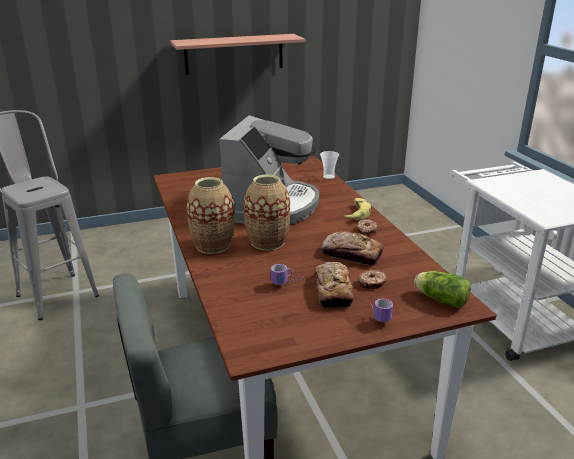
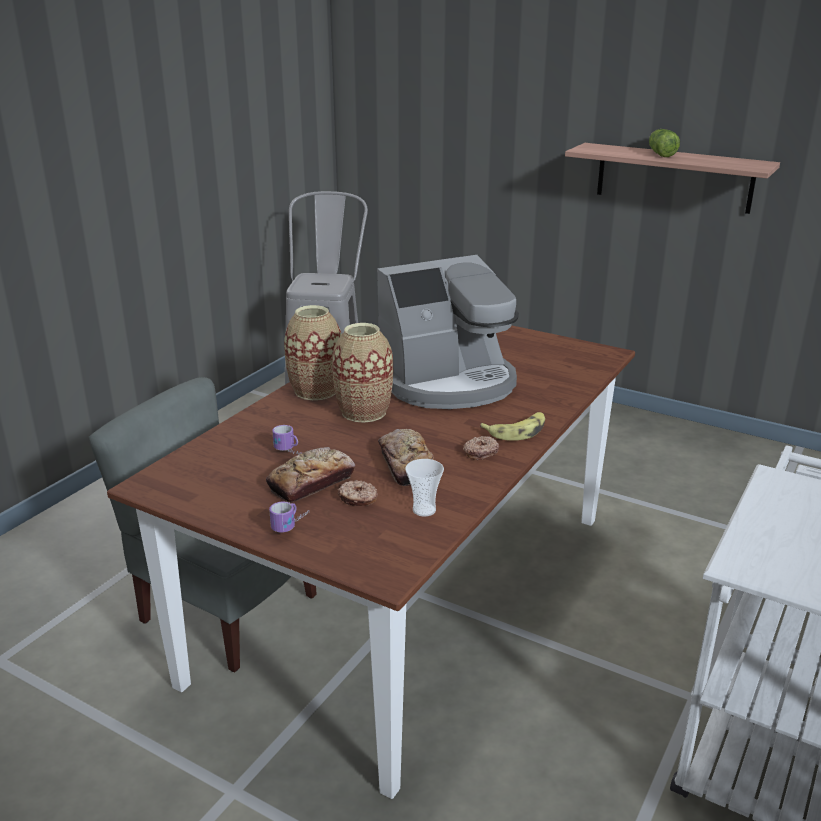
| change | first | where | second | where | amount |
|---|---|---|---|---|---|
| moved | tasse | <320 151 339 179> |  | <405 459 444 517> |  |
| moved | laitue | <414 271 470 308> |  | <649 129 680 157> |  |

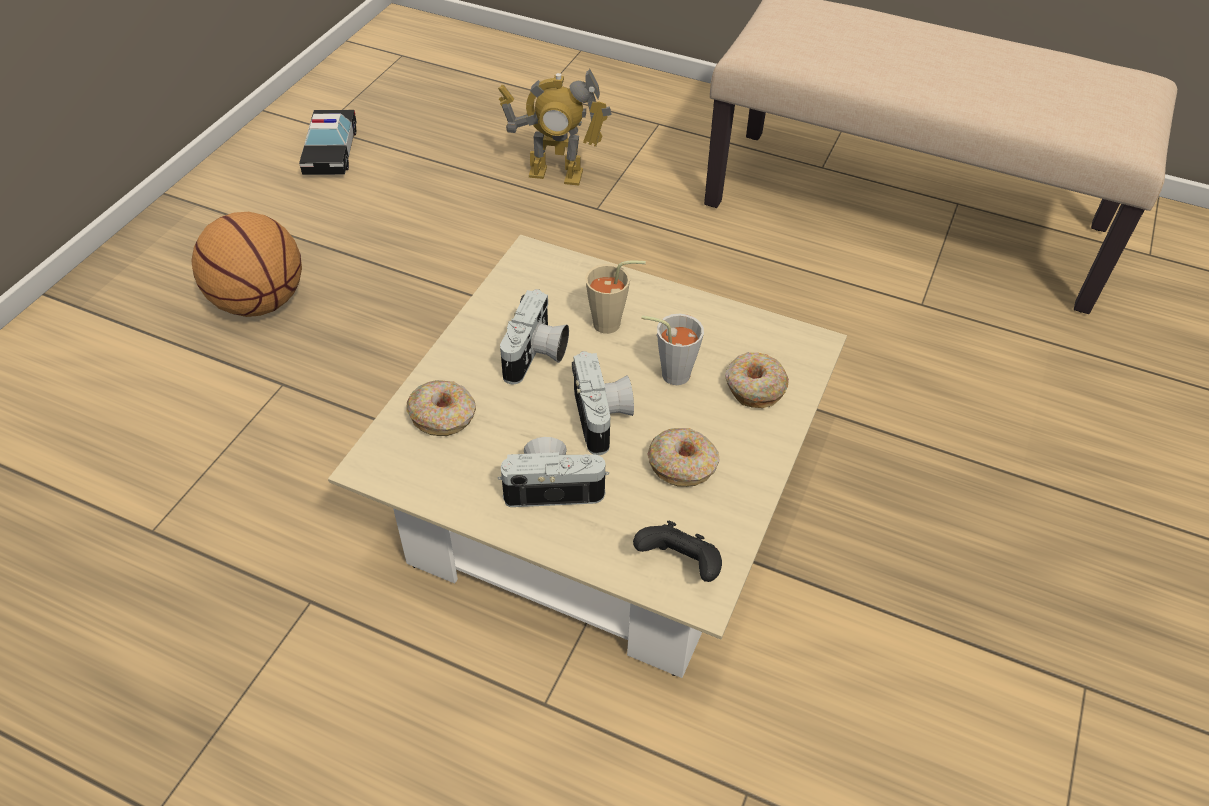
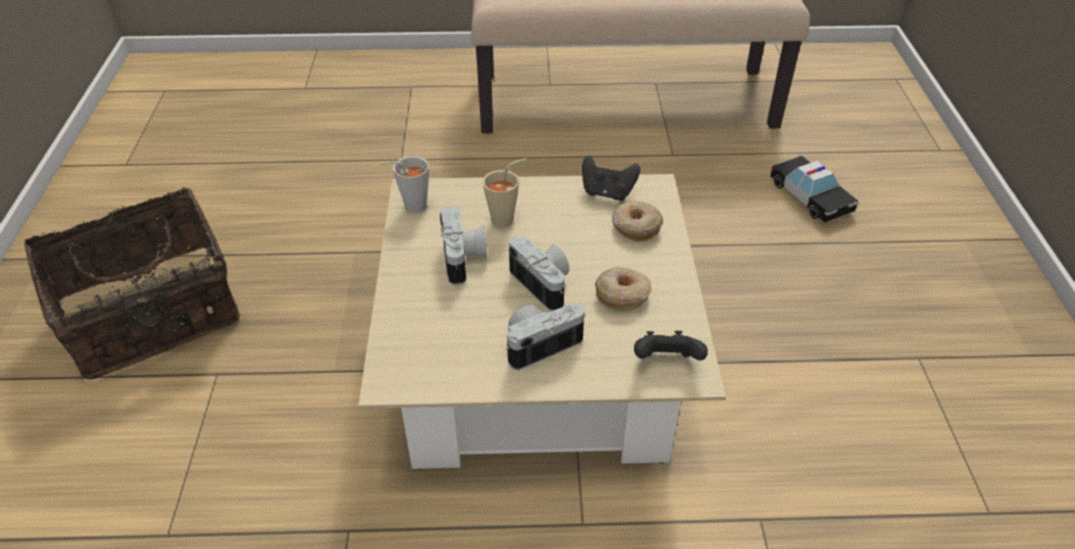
| change | first | where | second | where | amount |
|---|---|---|---|---|---|
| removed | robot jouet | <498 68 612 186> |  |  |  |
| moved | petite voiture | <299 110 357 175> |  | <770 156 858 223> |  |
| replaced | ballon de basket | <191 212 302 317> | panier | <24 187 240 380> |  |
| moved | tasse [gris] | <641 314 704 385> |  | <381 156 429 213> |  |
| removed | beignet | <406 380 476 436> |  |  |  |
| added |  |  | manette [noir] | <582 155 640 201> |  |

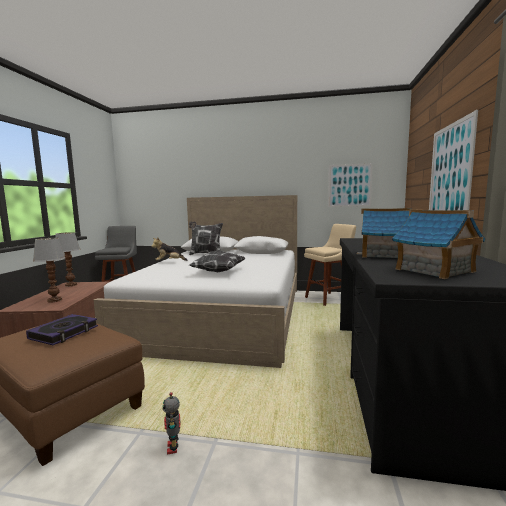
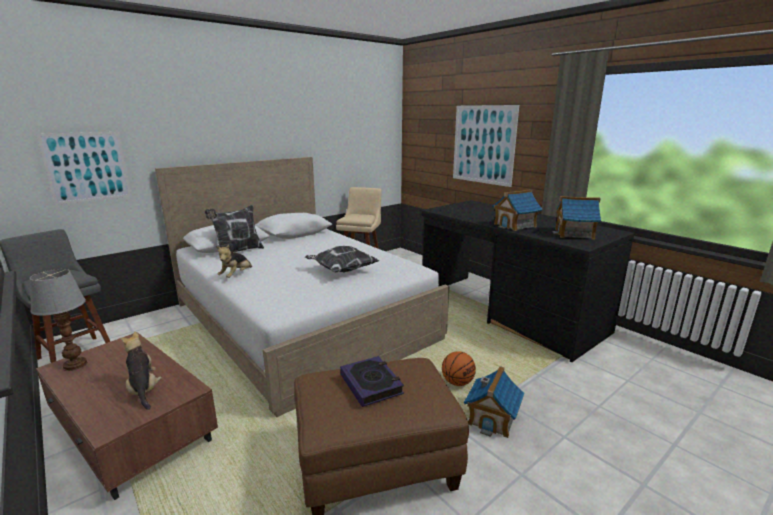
| change | first | where | second | where | amount |
|---|---|---|---|---|---|
| moved | tableau | <328 163 373 207> |  | <36 132 132 205> |  |
| replaced | lampe de table | <33 238 66 303> | peluche | <121 332 162 410> |  |
| replaced | robot jouet | <163 392 180 455> | maison miniature | <464 366 524 438> |  |
| added |  |  | ballon de basket | <442 351 476 386> |  |

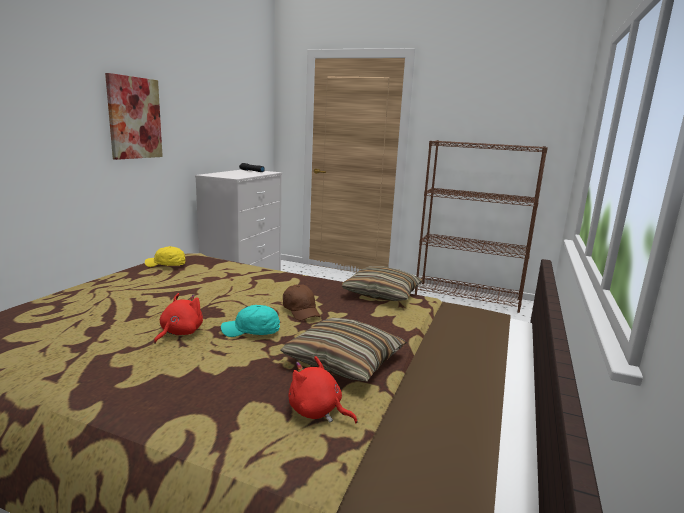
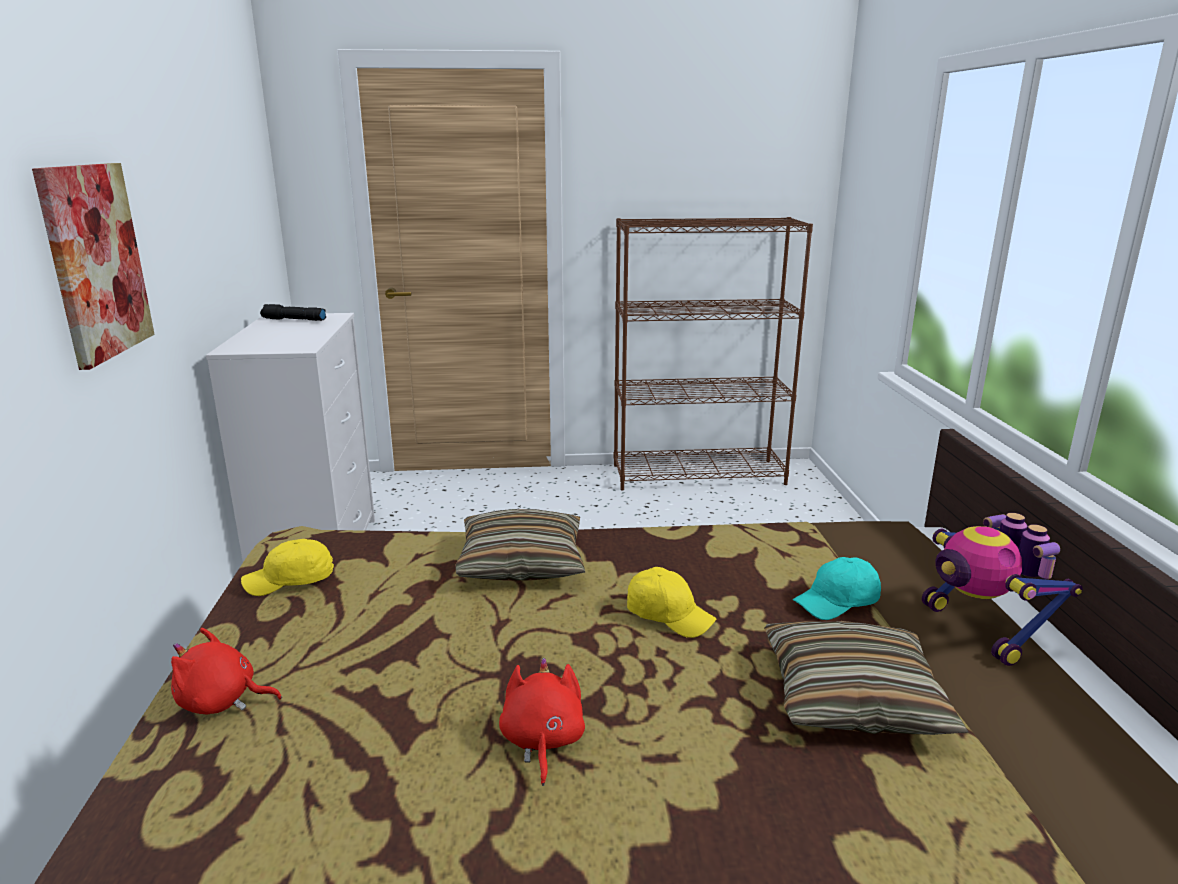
| change | first | where | second | where | amount |
|---|---|---|---|---|---|
| moved | coussin | <342 266 423 301> |  | <455 509 585 581> |  |
| recoloured | casquette [marron] | <283 285 321 321> | casquette [jaune] | <627 567 716 638> |  |
| moved | casquette [turquoise] | <221 305 280 337> |  | <793 557 881 620> |  |
| moved | peluche [rouge] | <288 356 357 423> |  | <171 628 282 714> |  |
| added |  |  | robot jouet | <922 513 1083 666> |  |

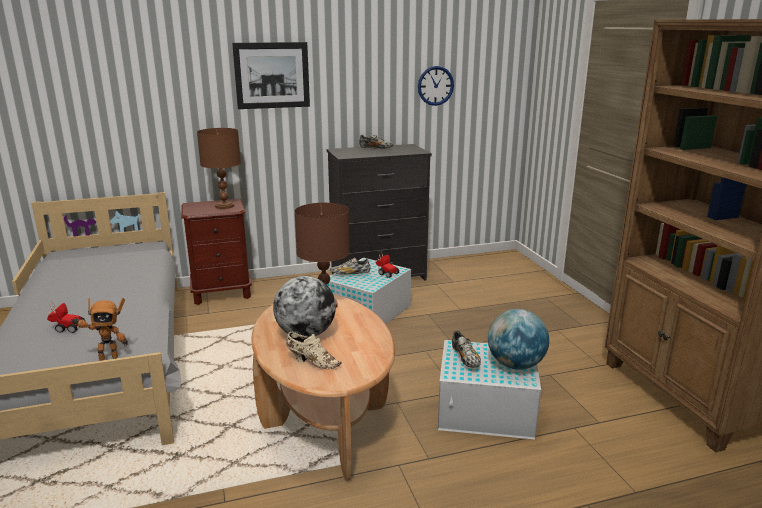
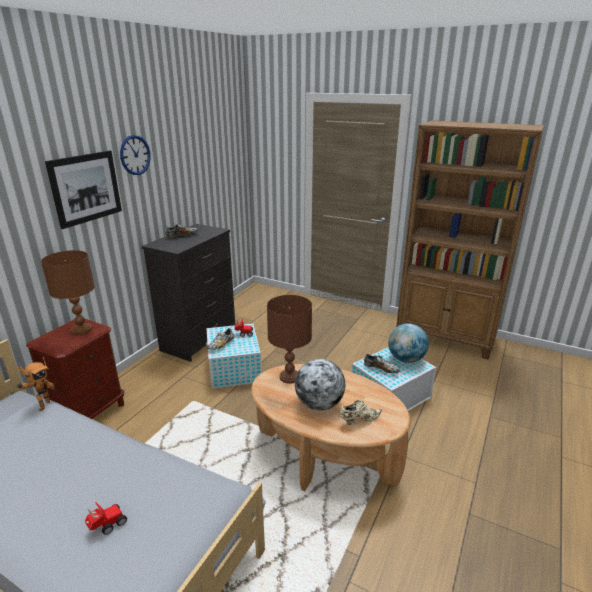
| change | first | where | second | where | amount |
|---|---|---|---|---|---|
| moved | horloge murale | <418 66 454 106> |  | <120 135 151 175> |  |
| moved | robot jouet | <71 298 128 361> |  | <17 357 55 411> |  |

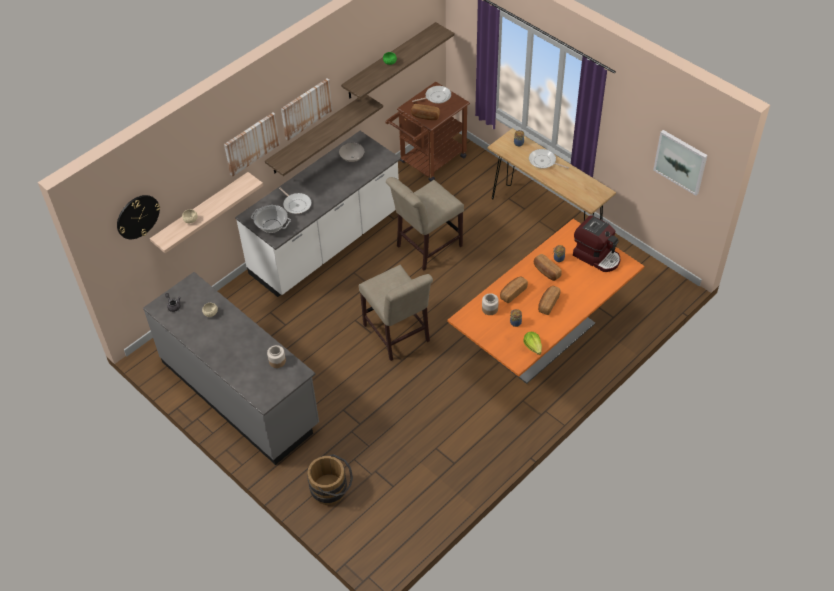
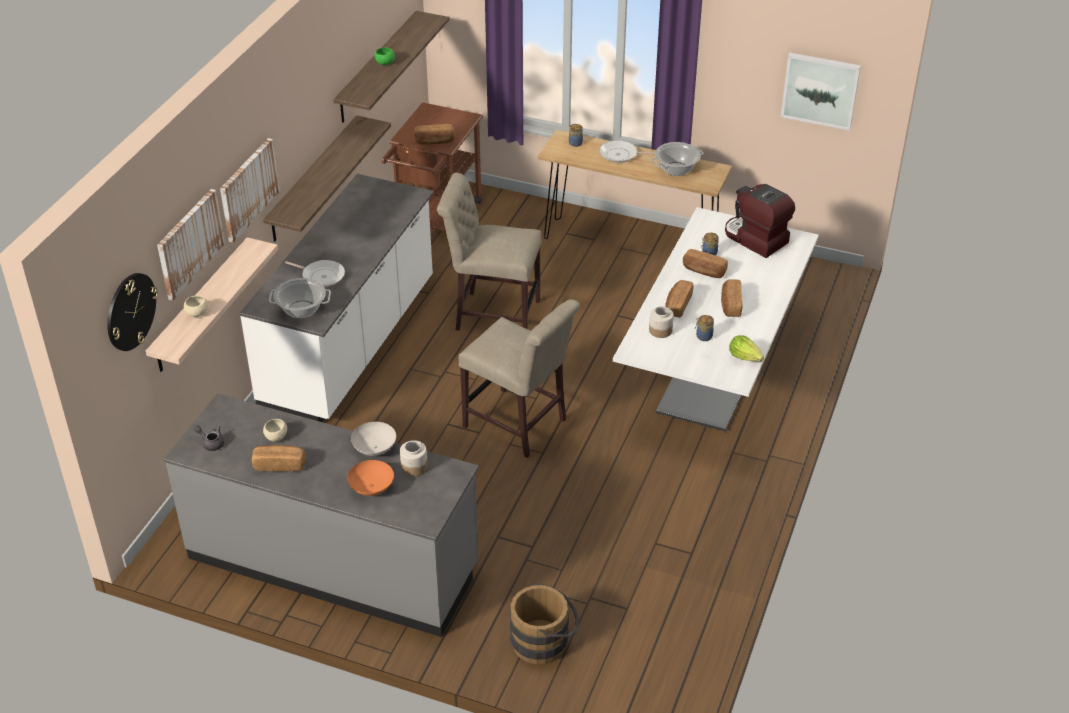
| change | first | where | second | where | amount |
|---|---|---|---|---|---|
| moved | tableau | <281 79 333 141> |  | <157 189 225 301> |  |
| removed | poêle | <412 86 451 104> |  |  |  |
| moved | bol [blanc] | <339 143 364 162> |  | <351 422 396 456> |  |
| turned | chaise [beige] | <386 177 464 270> |  | <437 173 542 331> | 75 degrees clockwise |
| turned | machine à café | <573 215 620 272> |  | <725 184 795 258> | 150 degrees counterclockwise |
| recoloured | table à manger [orange] | <447 219 644 384> | table à manger [blanc] | <613 207 819 431> |  |
| added |  |  | marmite | <652 142 703 176> |  |
| added |  |  | pain | <252 445 306 471> |  |
| added |  |  | bol [orange] | <347 460 394 496> |  |

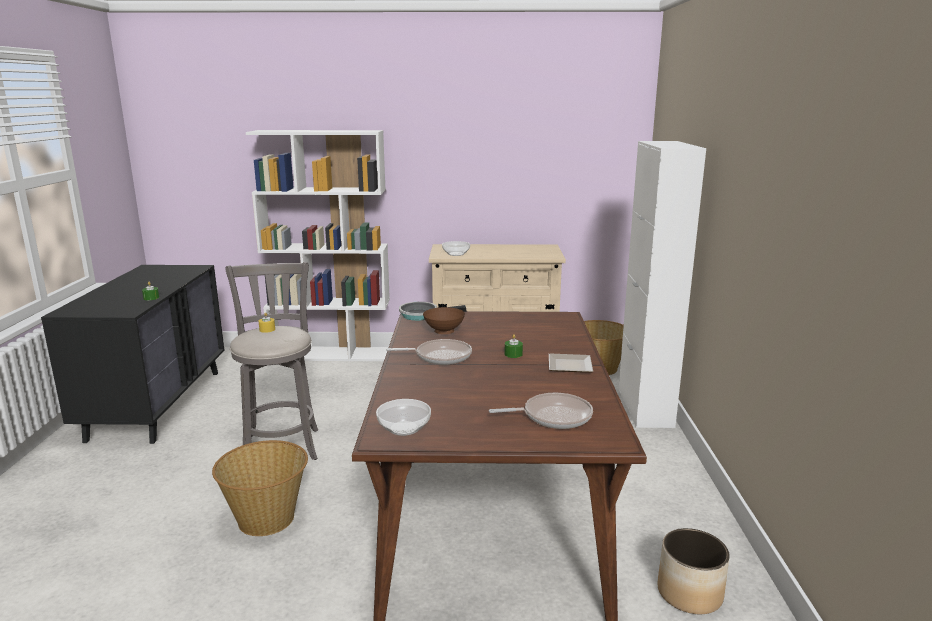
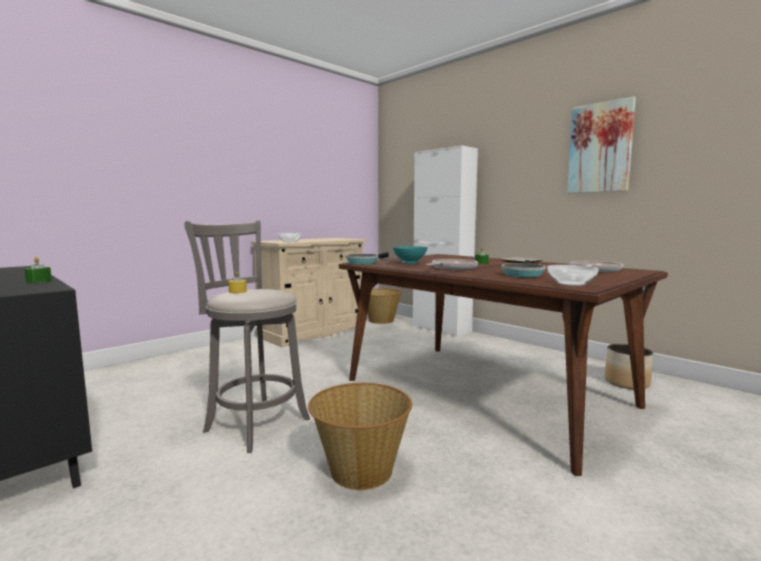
| change | first | where | second | where | amount |
|---|---|---|---|---|---|
| removed | bibliothèque [blanc] | <246 130 390 361> |  |  |  |
| recoloured | bol [marron] | <423 307 465 334> | bol [turquoise] | <393 246 428 264> |  |
| added |  |  | tableau | <567 96 636 193> |  |
| added |  |  | poêle | <501 260 546 277> |  |

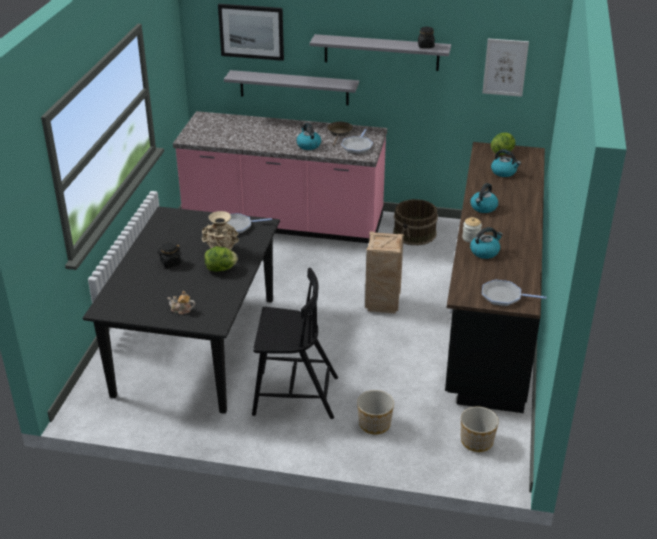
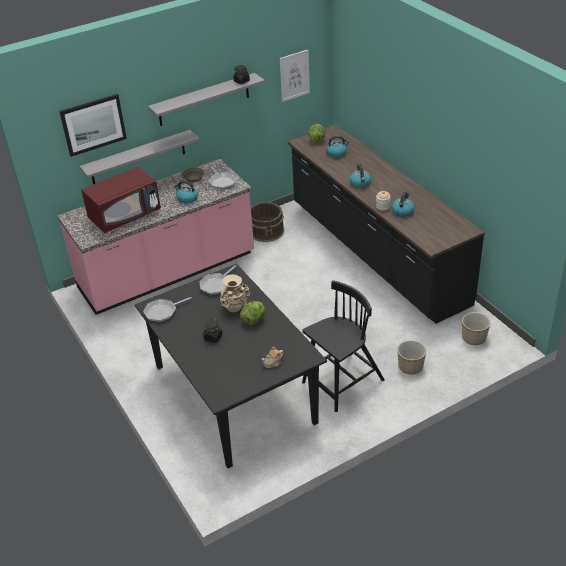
| change | first | where | second | where | amount |
|---|---|---|---|---|---|
| removed | caisse | <365 231 404 314> |  |  |  |
| moved | poêle | <482 279 546 306> |  | <143 297 191 322> |  |
| added |  |  | micro-ondes [rouge] | <81 167 161 233> |  |

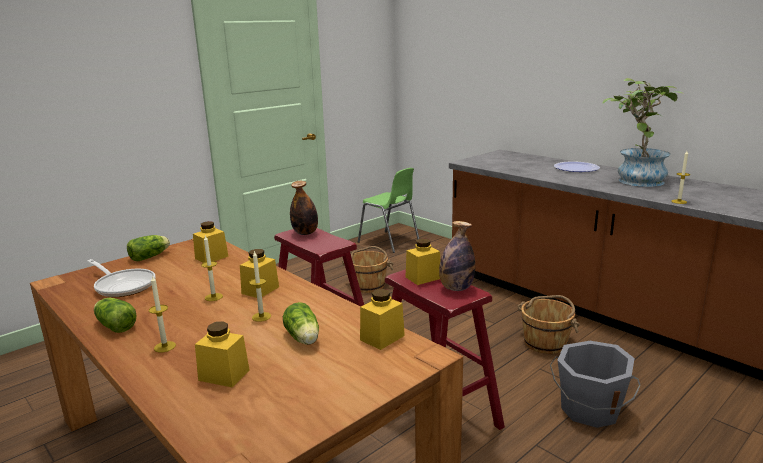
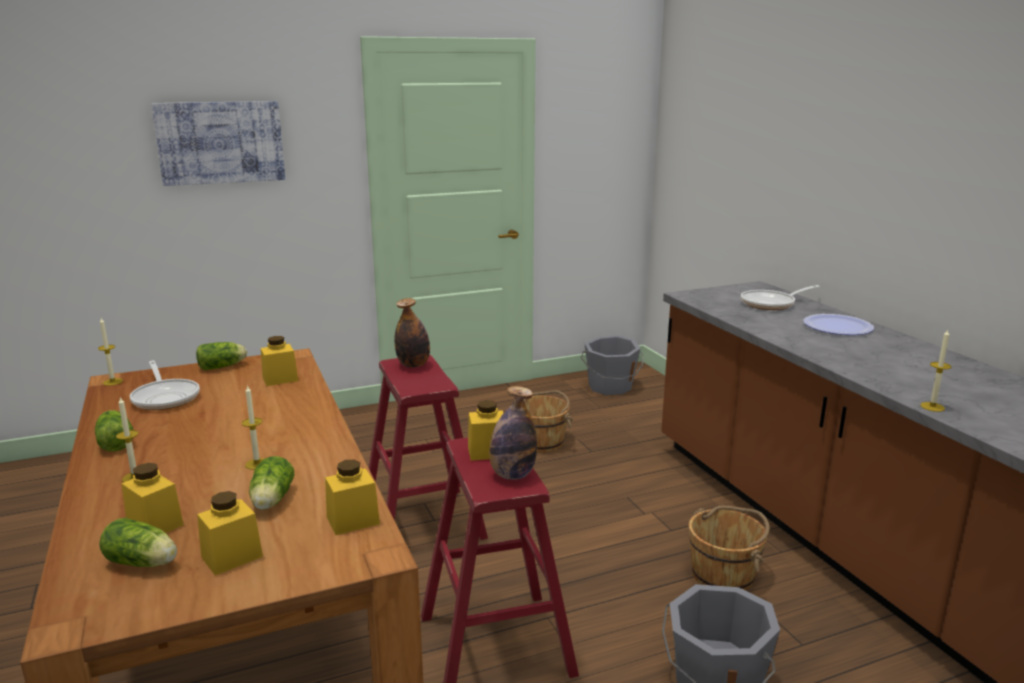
| change | first | where | second | where | amount |
|---|---|---|---|---|---|
| removed | plante en pot | <603 78 684 187> |  |  |  |
| replaced | chaise [vert] | <358 168 419 253> | seau [gris] | <581 335 644 395> |  |
| moved | bougie | <201 236 223 301> |  | <98 318 123 386> |  |
| moved | bocal [jaune] | <240 249 279 298> |  | <197 491 263 575> |  |
| added |  |  | tableau | <151 101 285 186> |  |
| added |  |  | poêle | <741 285 820 310> |  |
| added |  |  | laitue | <99 518 177 567> |  |

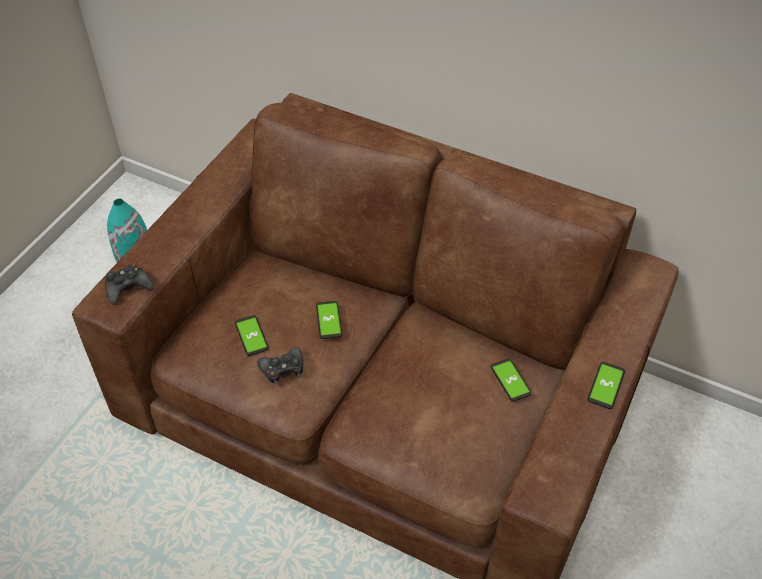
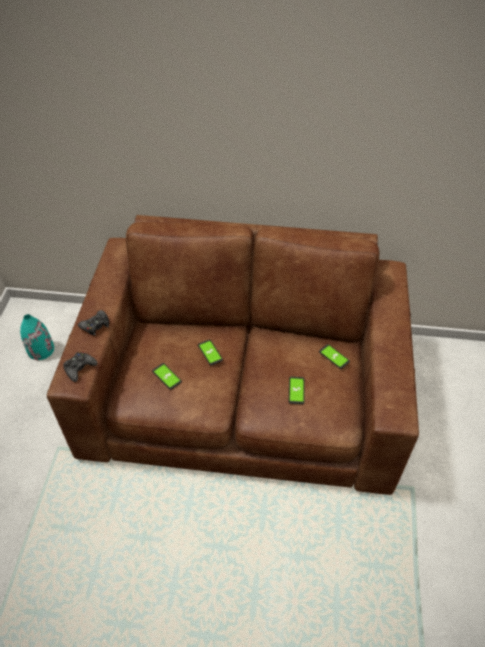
| change | first | where | second | where | amount |
|---|---|---|---|---|---|
| moved | manette [noir] | <257 347 303 385> |  | <78 310 109 336> |  |
| moved | téléphone | <588 362 625 409> |  | <289 377 305 404> |  |

